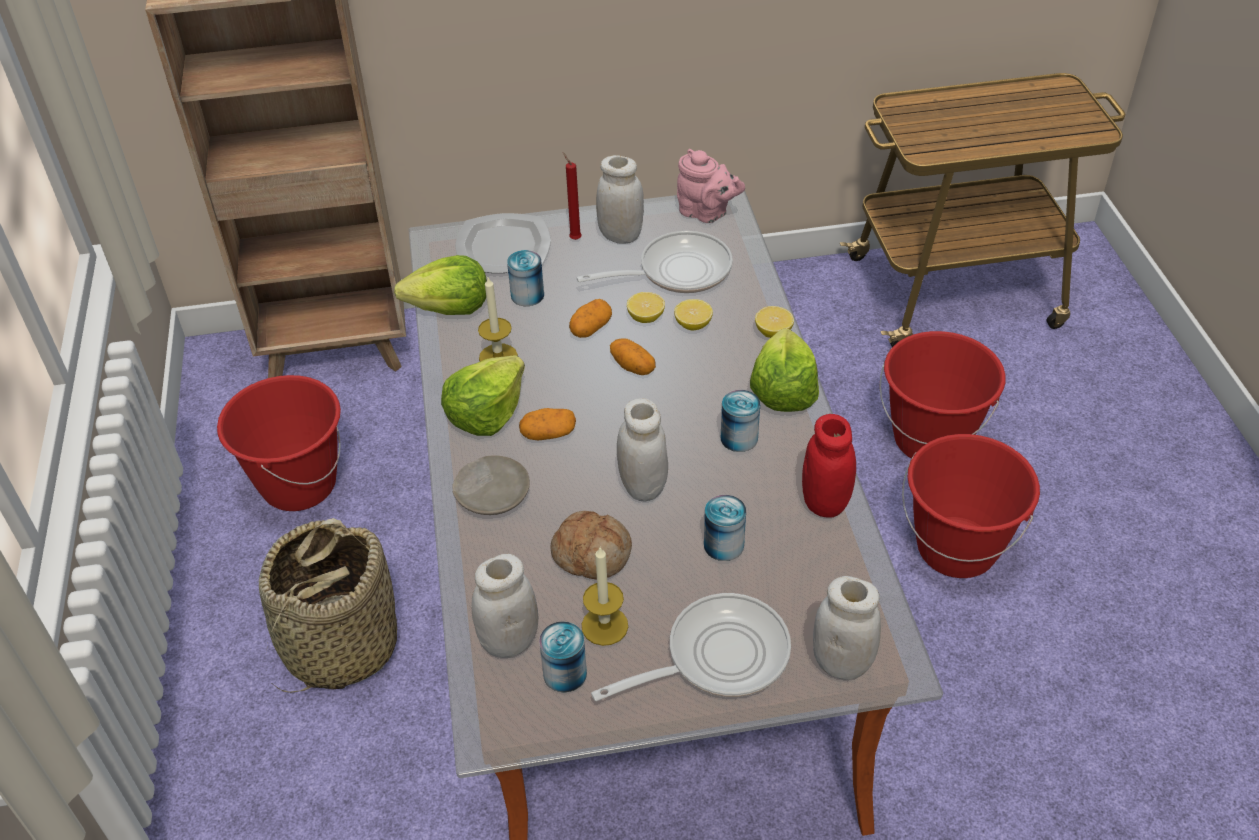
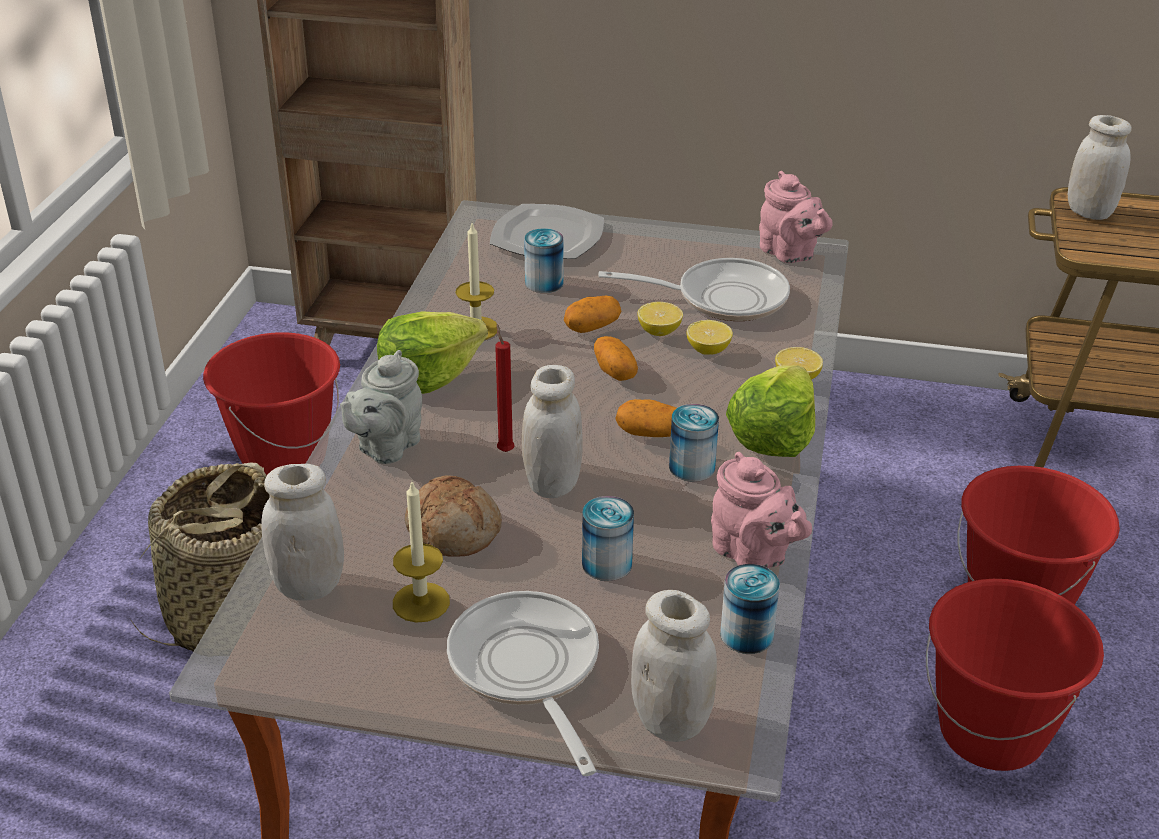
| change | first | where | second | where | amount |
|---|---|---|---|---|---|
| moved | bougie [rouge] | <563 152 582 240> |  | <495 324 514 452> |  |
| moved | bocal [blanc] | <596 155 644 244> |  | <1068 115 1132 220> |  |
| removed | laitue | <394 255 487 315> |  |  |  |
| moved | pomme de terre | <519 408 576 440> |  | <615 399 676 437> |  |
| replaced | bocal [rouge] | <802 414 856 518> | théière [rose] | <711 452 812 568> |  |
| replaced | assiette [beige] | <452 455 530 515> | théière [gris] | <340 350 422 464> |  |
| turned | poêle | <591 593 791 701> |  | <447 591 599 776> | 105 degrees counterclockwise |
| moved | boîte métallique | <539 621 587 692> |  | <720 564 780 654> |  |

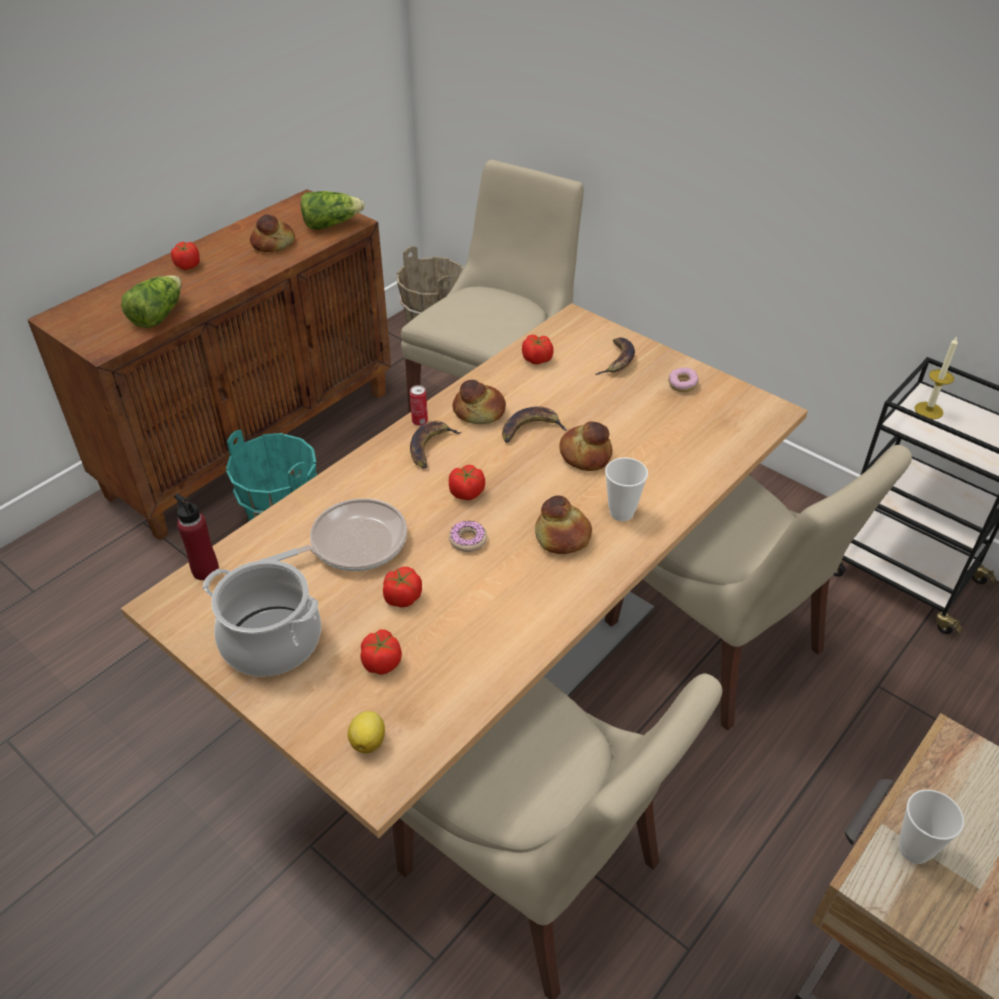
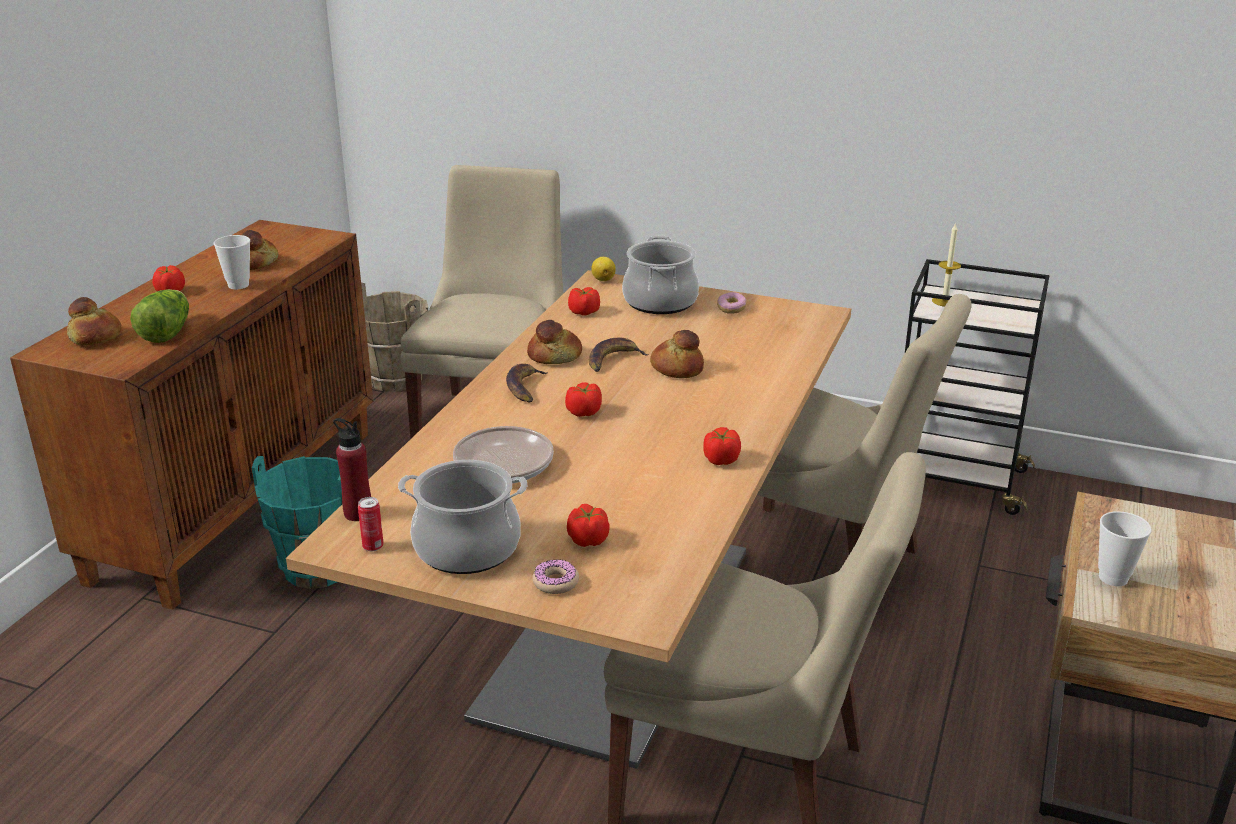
| change | first | where | second | where | amount |
|---|---|---|---|---|---|
| removed | laitue | <301 191 365 230> |  |  |  |
| replaced | banane | <596 338 635 375> | marmite | <622 236 699 314> |  |
| moved | boîte métallique | <410 385 428 426> |  | <358 497 384 551> |  |
| moved | tasse | <605 458 648 521> |  | <214 235 250 289> |  |
| moved | pain | <535 496 592 554> |  | <67 297 121 345> |  |
| moved | beignet | <449 520 487 552> |  | <533 559 579 594> |  |
| moved | tomate | <383 567 422 608> |  | <703 427 741 465> |  |
| moved | citron | <348 711 385 754> |  | <591 257 616 281> |  |

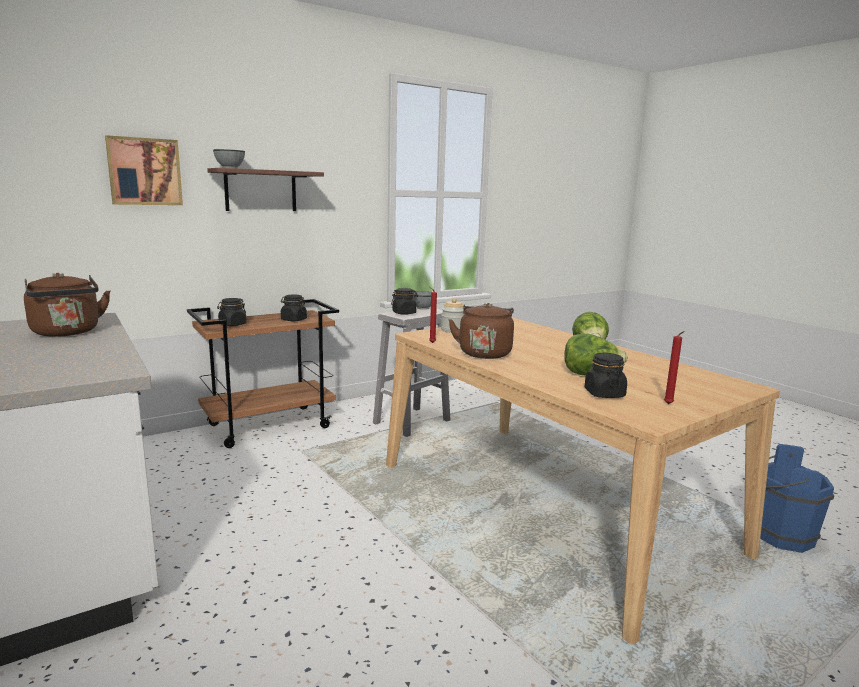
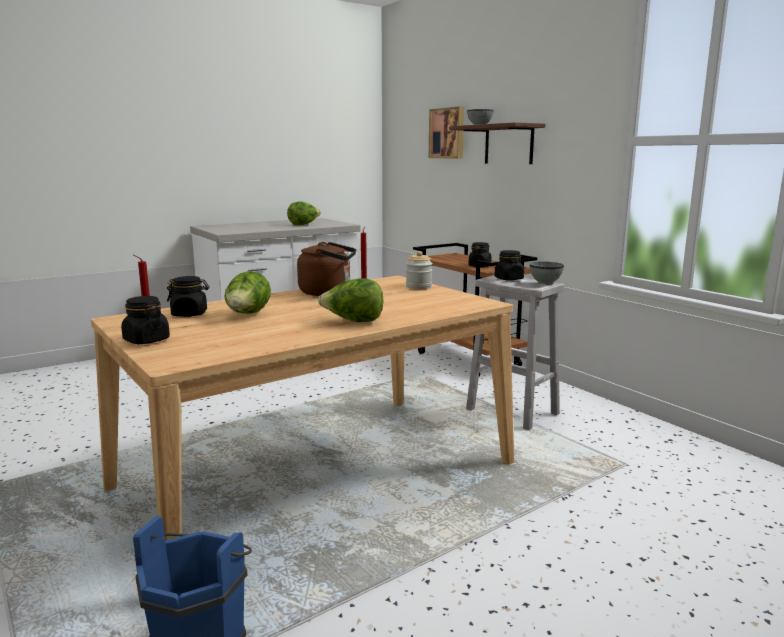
| change | first | where | second | where | amount |
|---|---|---|---|---|---|
| replaced | bouilloire [marron] | <24 273 110 337> | laitue | <287 201 321 225> |  |
| moved | bocal [noir] | <217 298 247 326> |  | <121 296 170 344> |  |

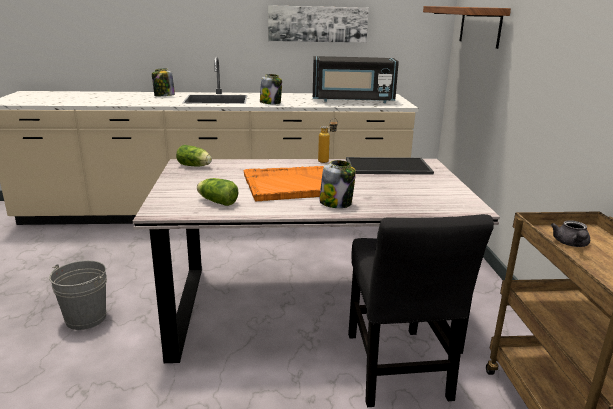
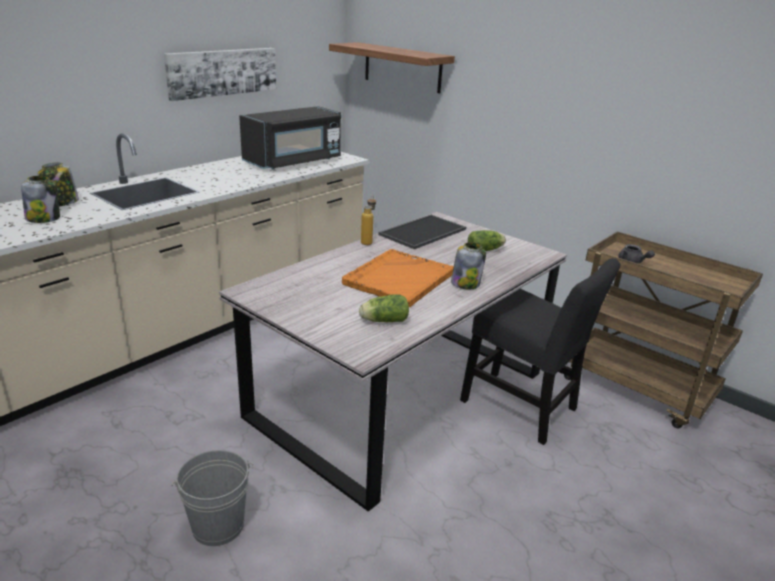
| change | first | where | second | where | amount |
|---|---|---|---|---|---|
| moved | bocal | <260 74 282 104> |  | <21 176 60 223> |  |
| moved | laitue | <176 145 212 167> |  | <468 230 506 251> |  |

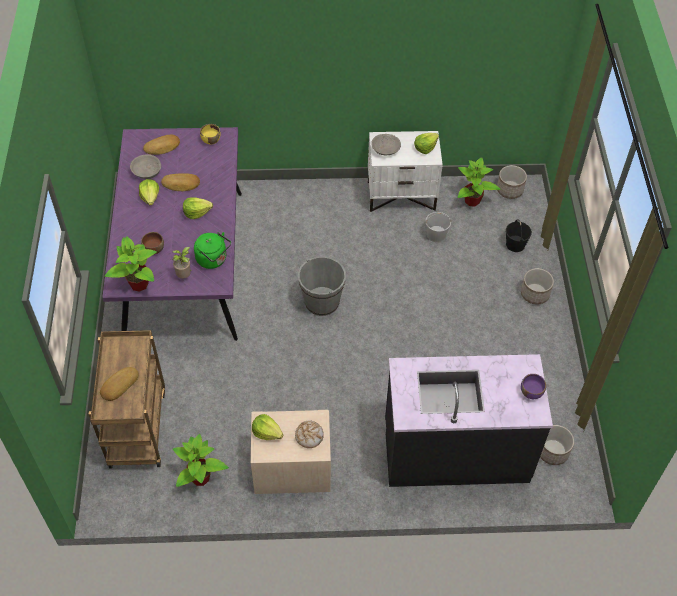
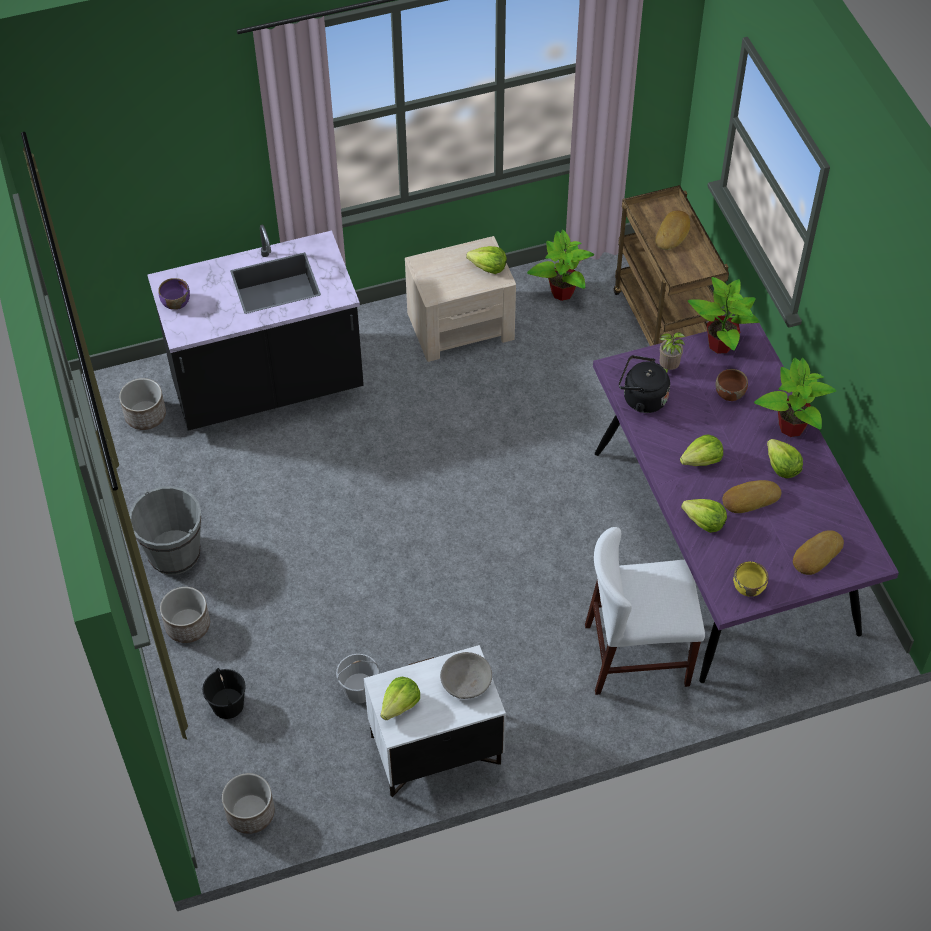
| change | first | where | second | where | amount |
|---|---|---|---|---|---|
| removed | bol [gris] | <130 154 161 179> |  |  |  |
| moved | plante en pot | <458 157 501 207> |  | <754 358 836 437> |  |
| recoloured | bouilloire [vert] | <194 232 231 269> | bouilloire [noir] | <619 355 670 413> |  |
| moved | seau [gris] | <298 256 346 316> |  | <129 487 201 575> |  |
| removed | pain | <295 420 324 448> |  |  |  |
| added |  |  | laitue | <681 499 727 533> |  |
| added |  |  | chaise [blanc] | <585 527 705 695> |  |

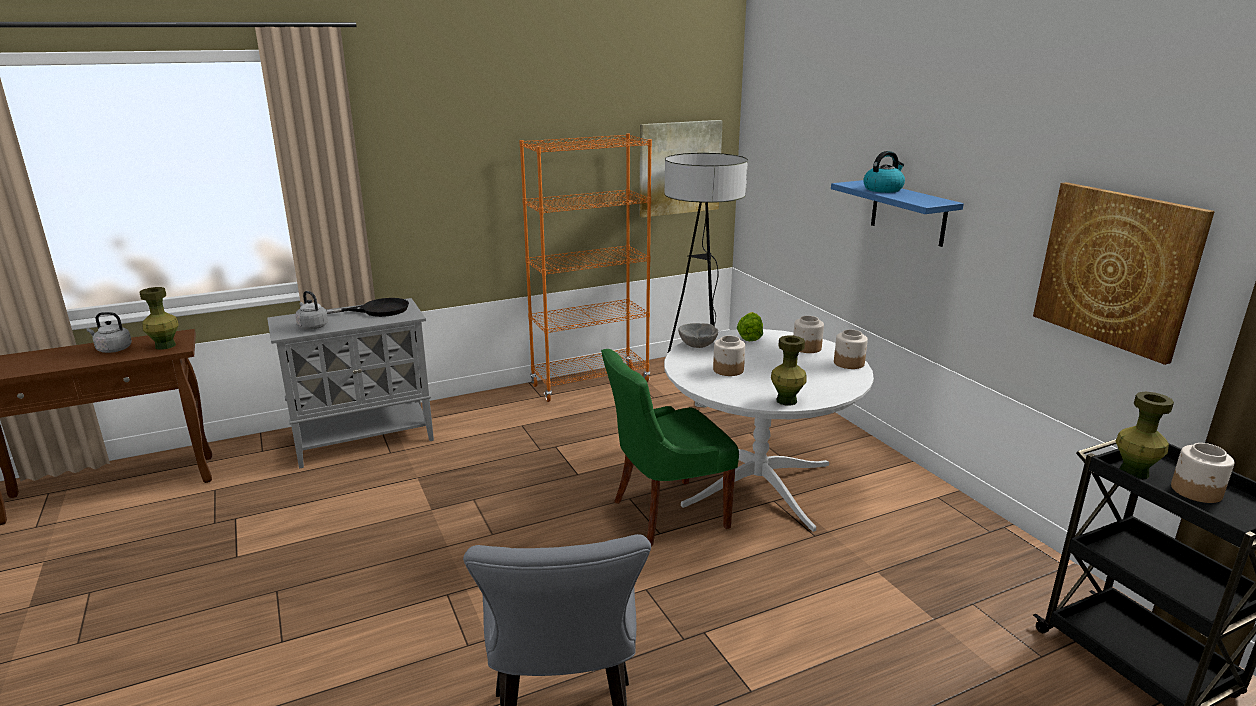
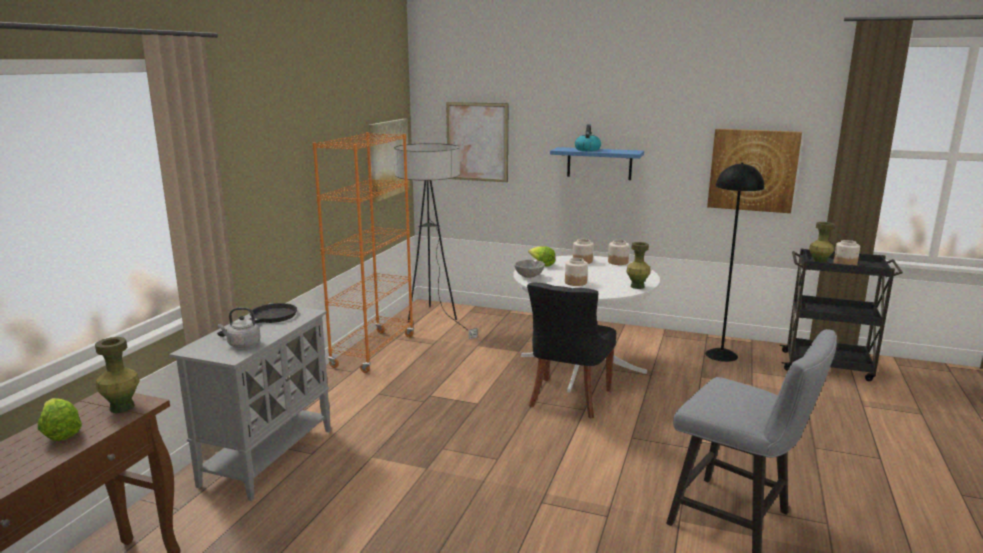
| change | first | where | second | where | amount |
|---|---|---|---|---|---|
| replaced | bouilloire [gris] | <87 312 132 353> | laitue | <38 398 82 441> |  |
| recoloured | chaise [vert] | <601 349 739 547> | chaise [noir] | <527 283 616 419> |  |
| added |  |  | tableau | <446 102 508 182> |  |
| added |  |  | lampadaire [noir] | <705 163 764 362> |  |

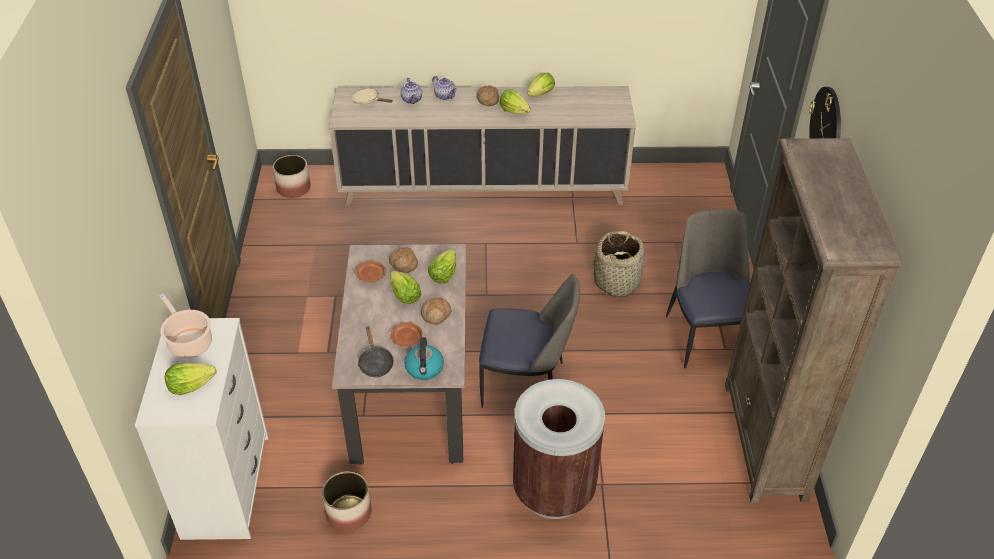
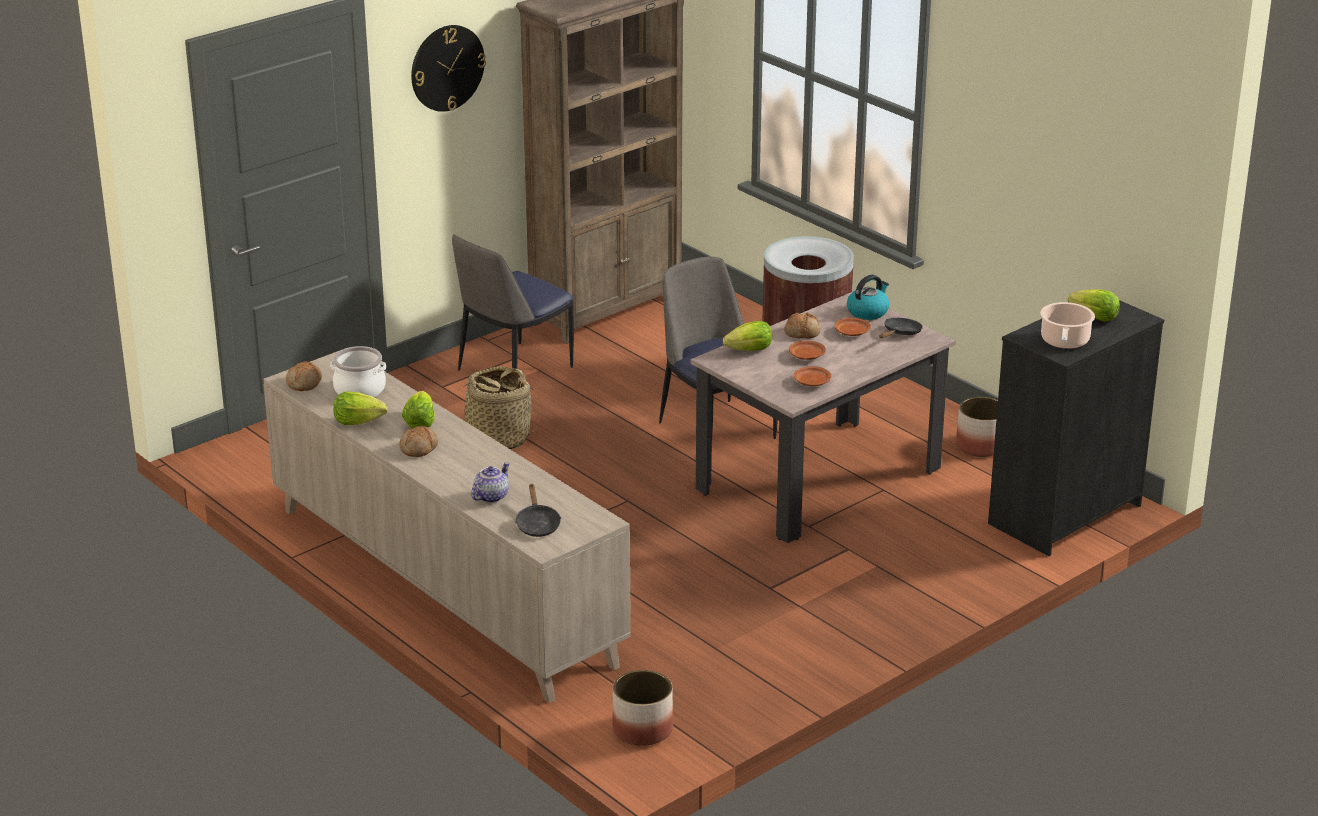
| change | first | where | second | where | amount |
|---|---|---|---|---|---|
| removed | théière | <432 76 457 100> |  |  |  |
| recoloured | poêle [beige] | <352 89 393 104> | poêle [noir] | <515 484 561 537> |  |
| moved | pain | <389 247 418 273> |  | <286 361 322 391> |  |
| replaced | laitue | <390 271 421 304> | assiette [marron] | <789 341 826 360> |  |
| recoloured | commode [blanc] | <135 318 269 540> | commode [noir] | <988 300 1164 556> |  |
| added |  |  | marmite | <330 346 386 397> |  |

